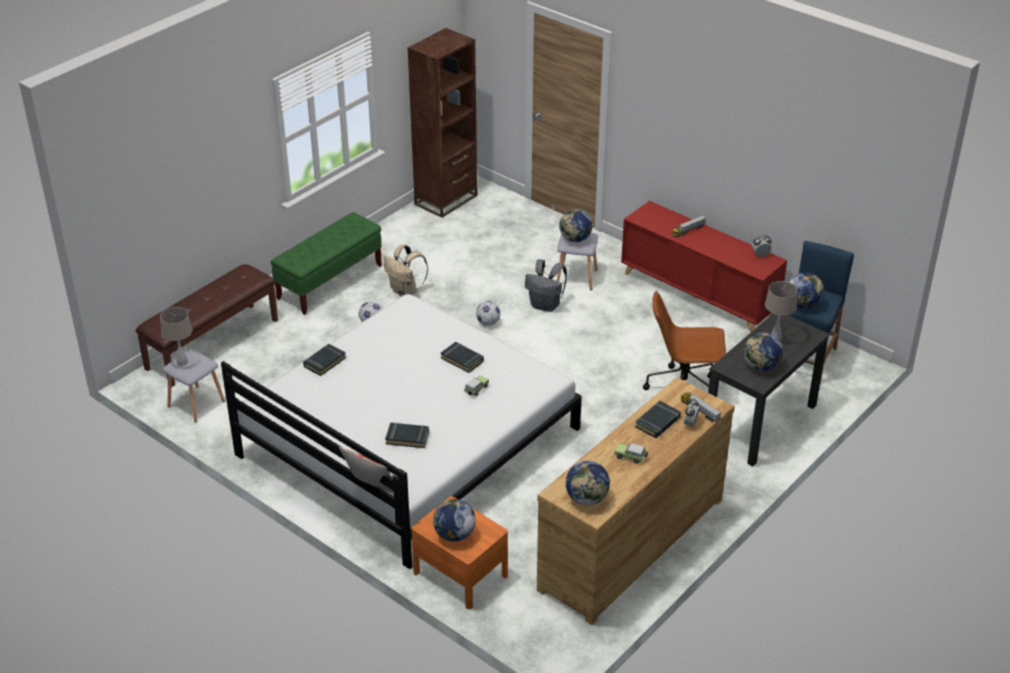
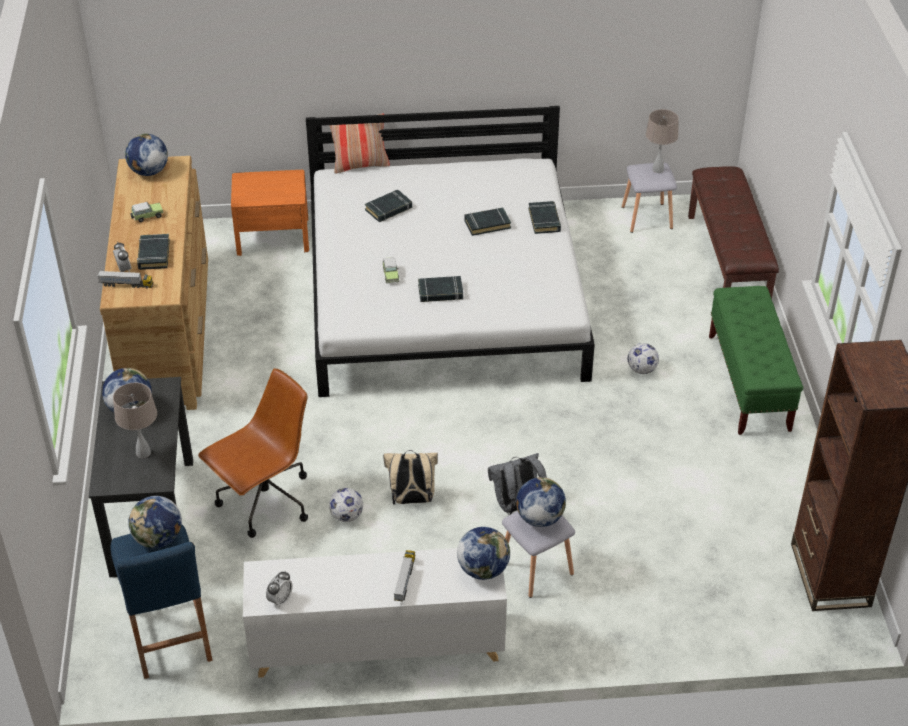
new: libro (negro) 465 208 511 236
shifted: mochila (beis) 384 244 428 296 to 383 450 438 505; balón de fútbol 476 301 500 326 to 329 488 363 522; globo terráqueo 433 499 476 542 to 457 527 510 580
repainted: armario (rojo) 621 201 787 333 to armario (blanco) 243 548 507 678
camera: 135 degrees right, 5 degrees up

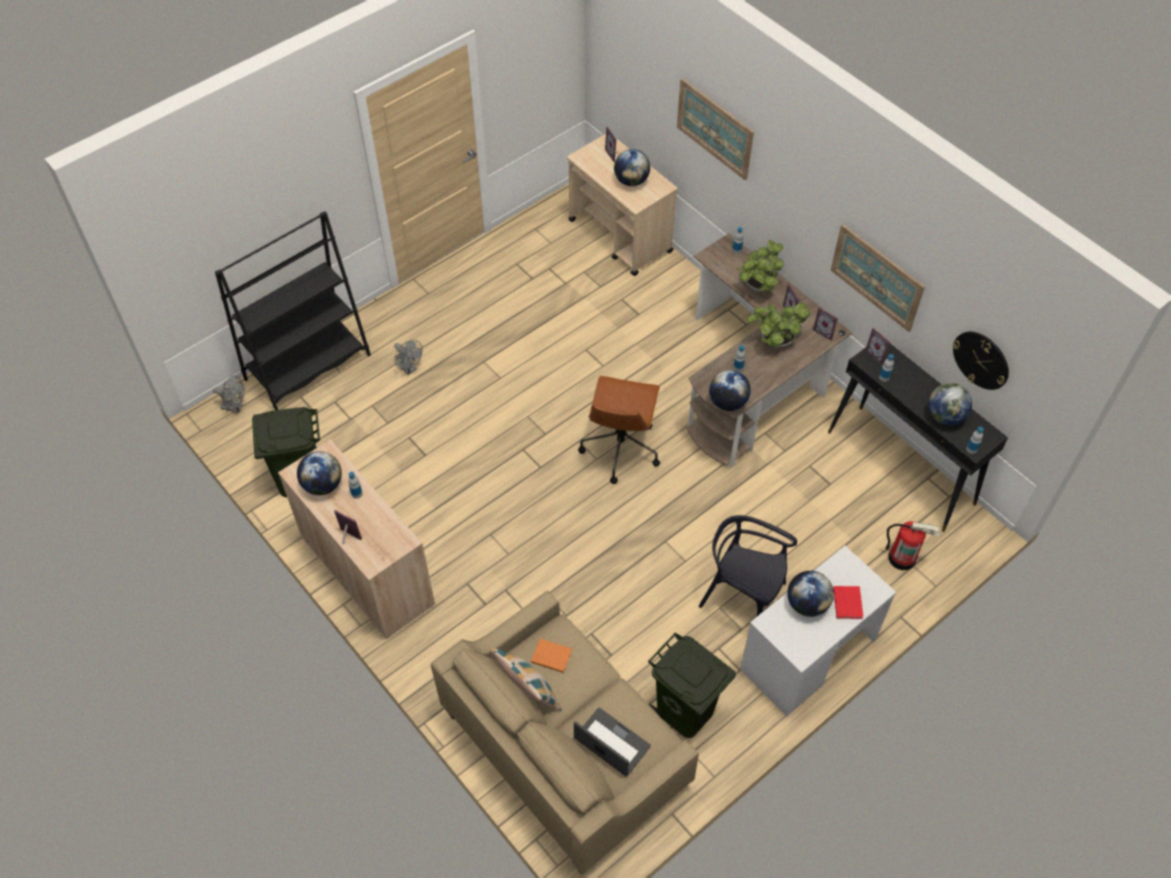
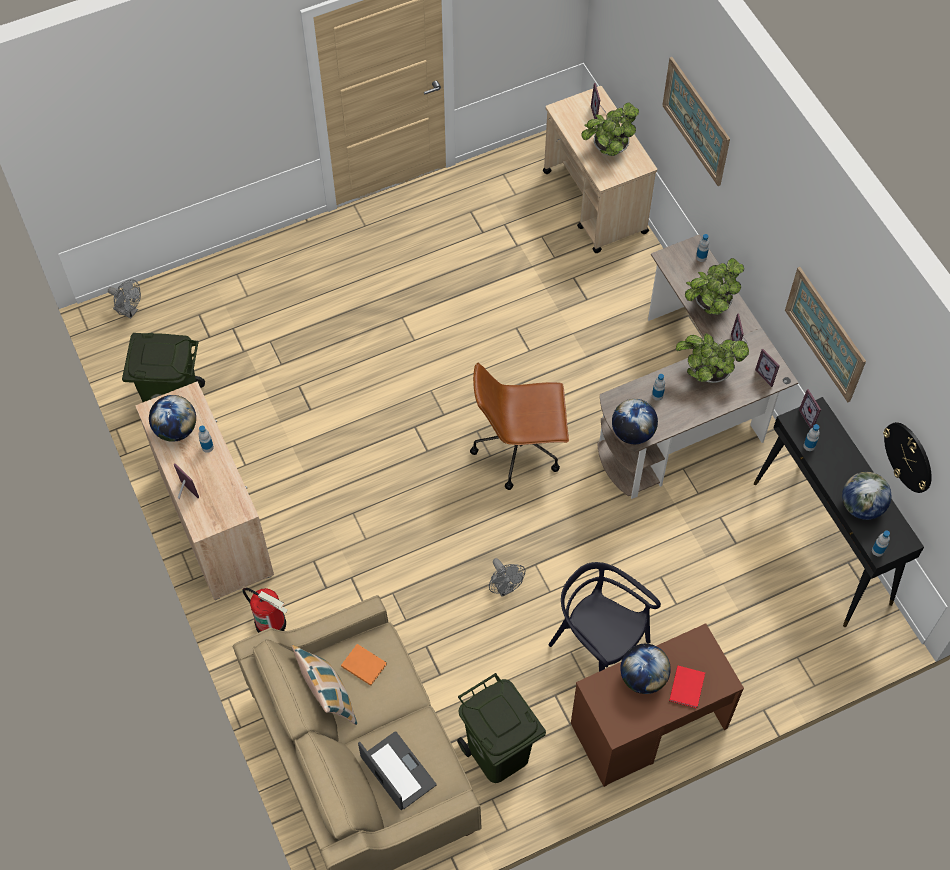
gone: estantería (negro) 215 211 371 411
shifted: ventilador (gris) 394 340 422 375 to 489 558 525 597; extintor 885 521 940 570 to 242 588 288 633
swapped: globo terráqueo 614 149 650 186 to planta en maceta 581 102 639 156
repainted: escritorio (blanco) 740 546 896 717 to escritorio (marrón) 571 623 744 787
rotated: silla de oficina (marrón) 578 376 660 484 = 470 363 569 490 60 degrees clockwise
camera: 15 degrees right, 5 degrees up

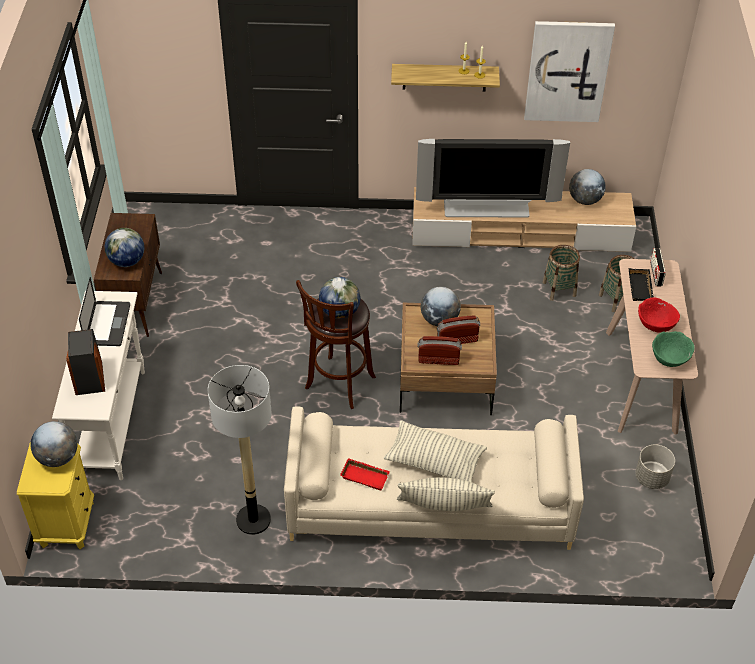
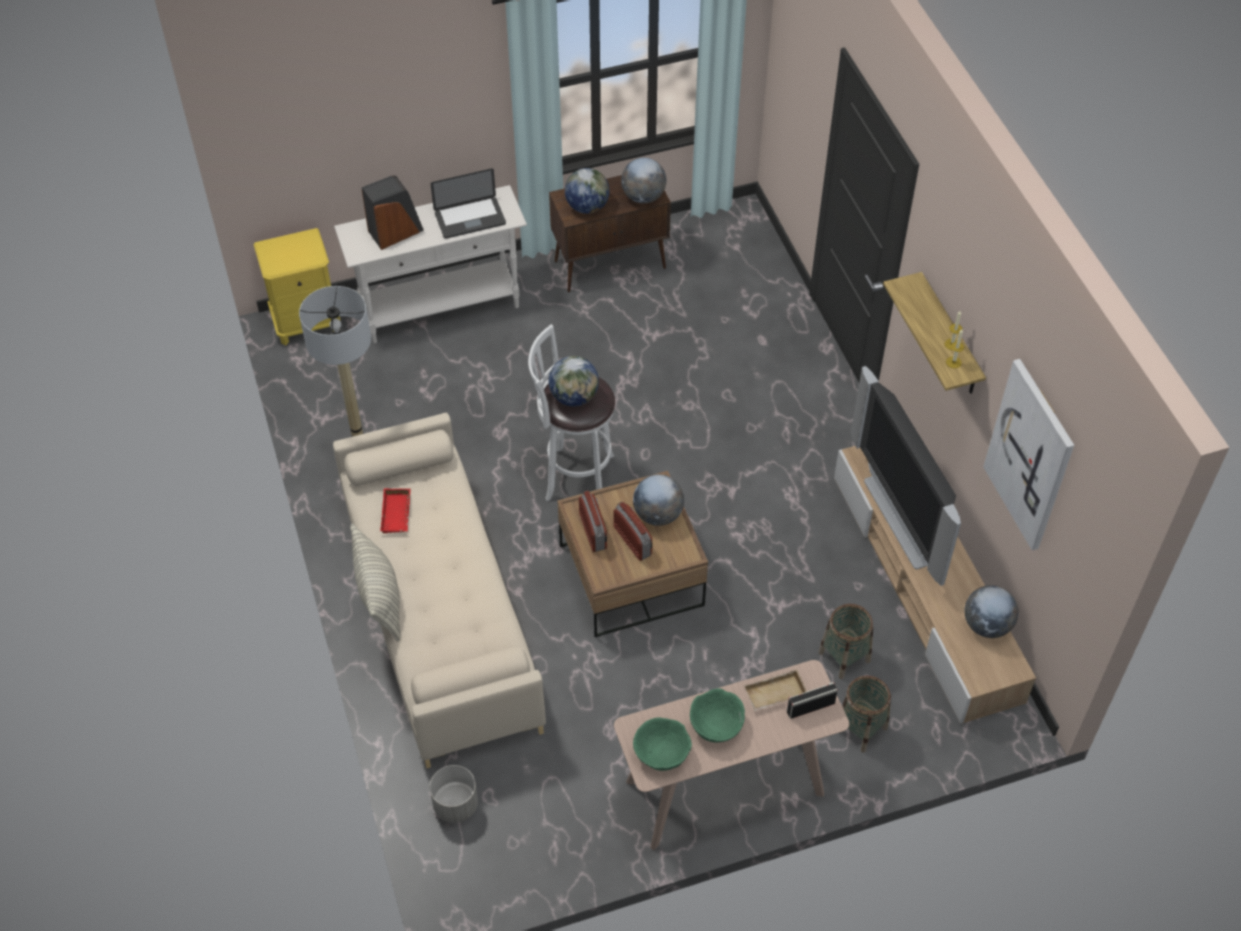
gone: cojín 383 420 487 482
shifted: globo terráqueo 30 421 78 467 to 621 158 666 203; maceta (gris) 636 445 675 489 to 430 765 478 823
repainted: bandeja (negro) 629 268 654 301 to bandeja (beis) 744 669 807 711; taburete (marrón) 296 280 376 409 to taburete (blanco) 528 324 615 501; cuenco (rojo) 638 297 680 333 to cuenco (verde) 690 688 745 743
camera: 70 degrees right, 5 degrees up

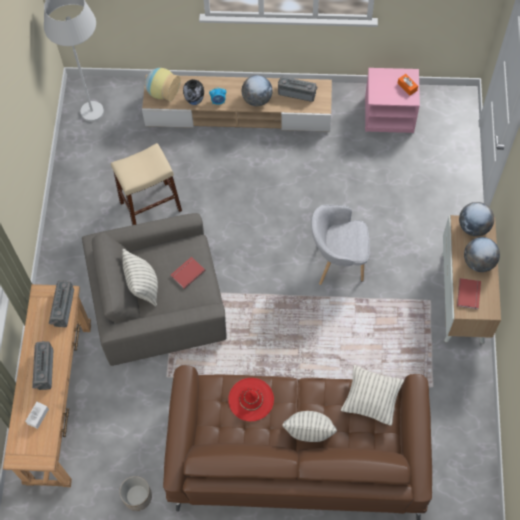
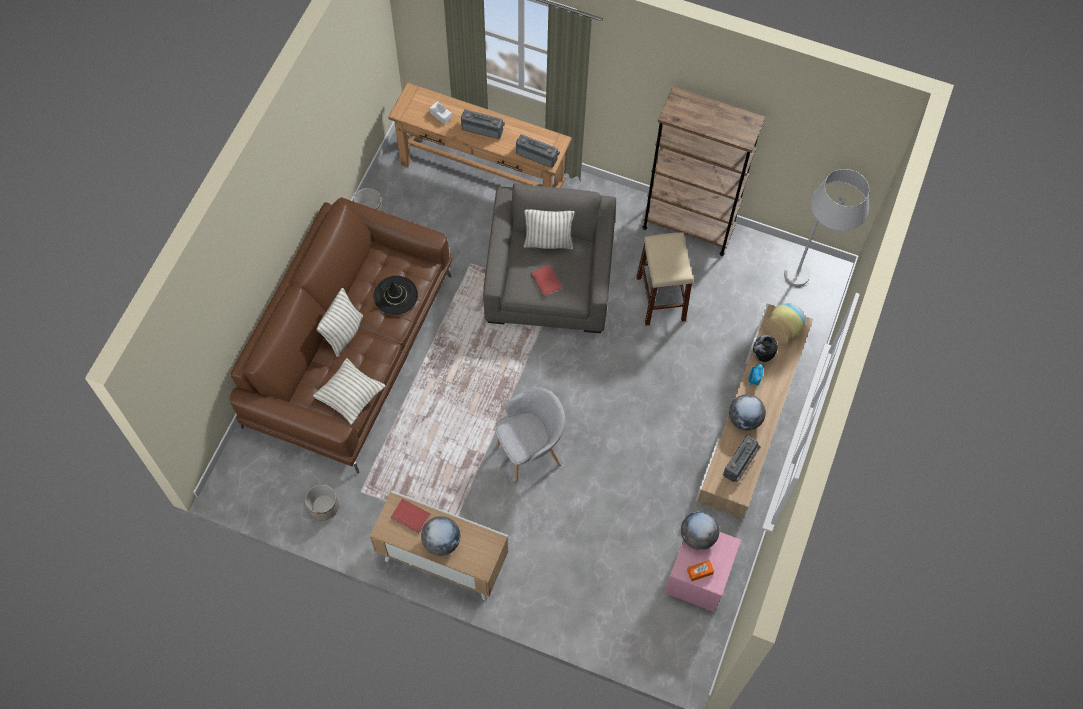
new: estantería (marrón) 642 87 765 256; maceta 305 484 339 521
shifted: globo terráqueo 459 202 494 237 to 681 511 720 550
repainted: sombrero (rojo) 228 378 274 421 to sombrero (negro) 373 276 418 315
rotated: sillón (gris) 311 205 370 285 = 495 387 565 482 45 degrees clockwise
camera: 105 degrees right, 0 degrees up

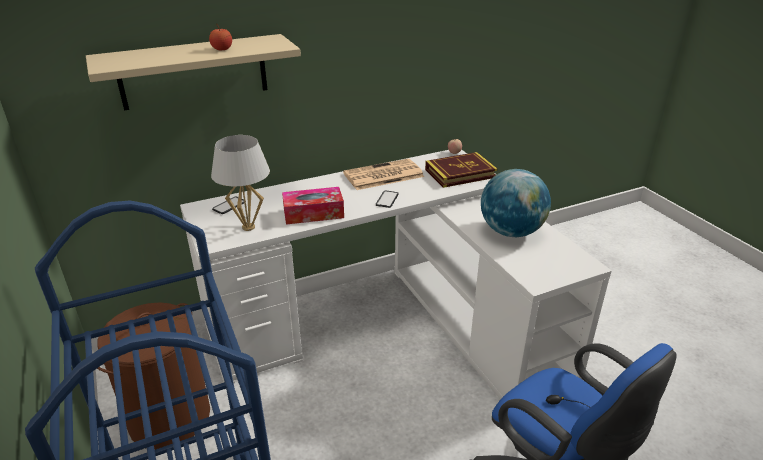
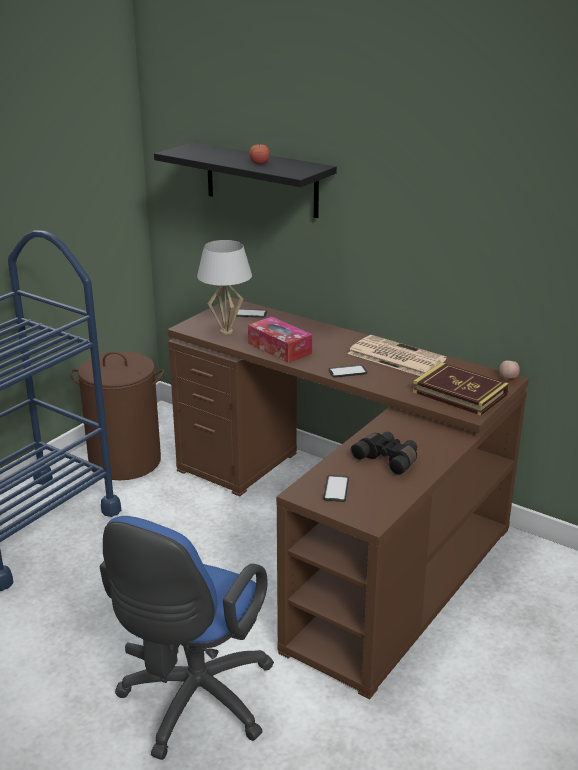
new: móvil 323 475 349 502
swapped: globo terráqueo 481 169 551 237 to prismáticos (negro) 351 432 417 475
repainted: estante (beis) 86 34 301 111 to estante (negro) 154 142 337 218; escritorio (blanco) 180 150 612 400 to escritorio (marrón) 168 298 529 700
camera: 60 degrees right, 5 degrees down

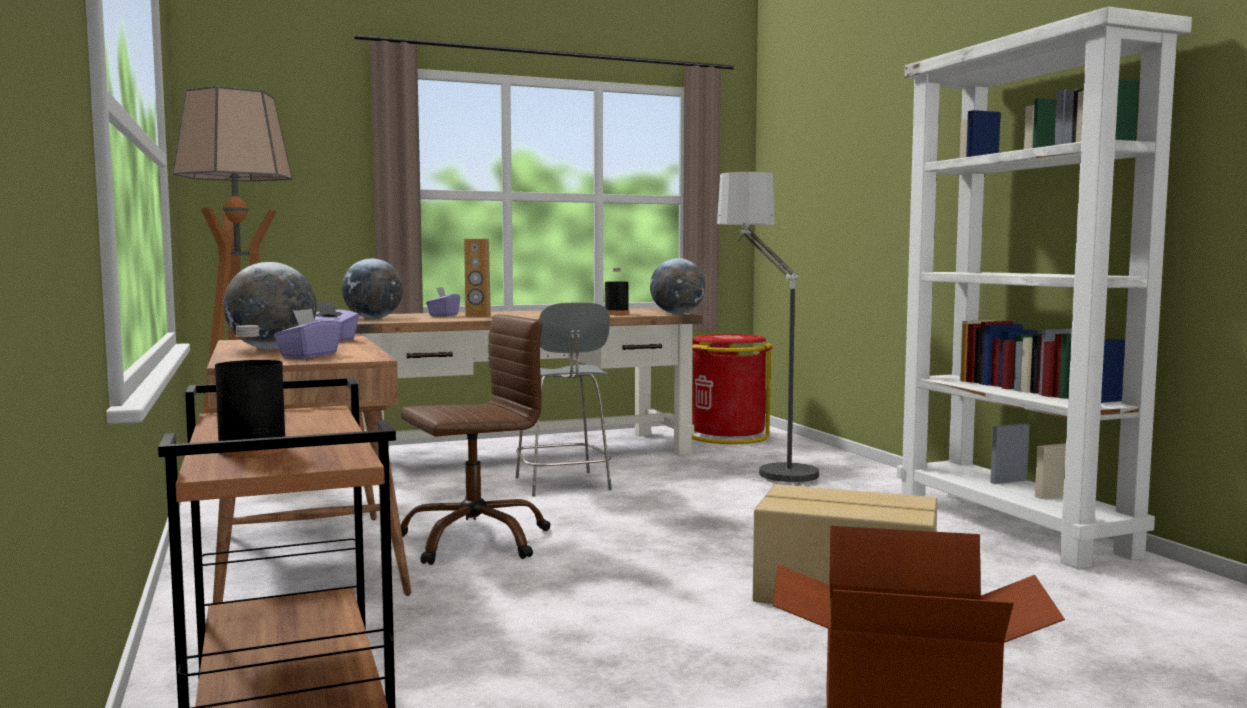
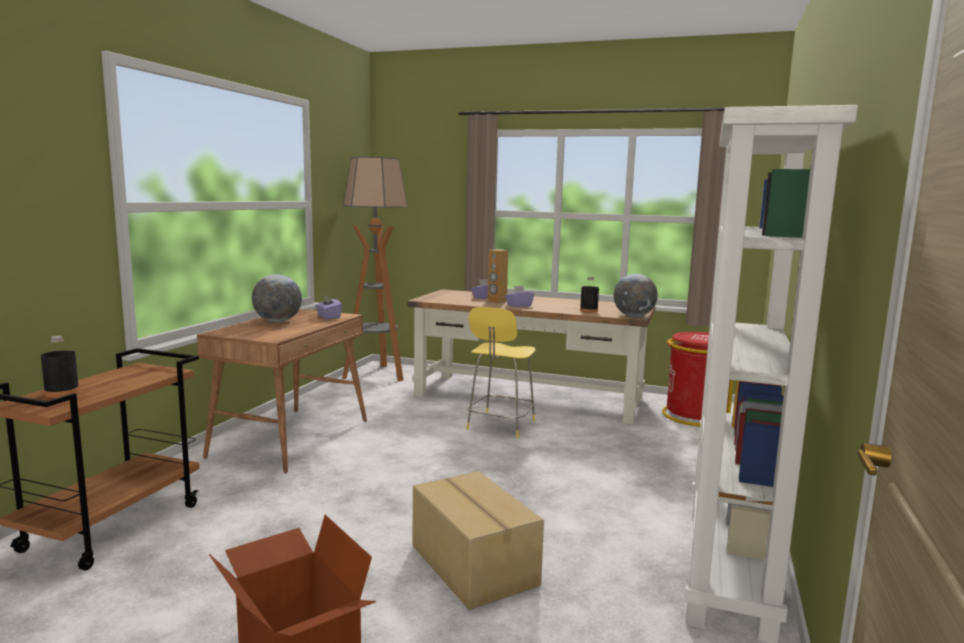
gone: lámpara de pie 717 172 819 486; globo terráqueo 341 259 403 318; silla de oficina (marrón) 401 315 551 565
shifted: caja de pañuelos (morado) 274 309 341 358 to 505 286 534 307
repainted: taburete (gris) 516 302 612 496 to taburete (amarillo) 466 307 535 439
camera: 40 degrees right, 5 degrees up

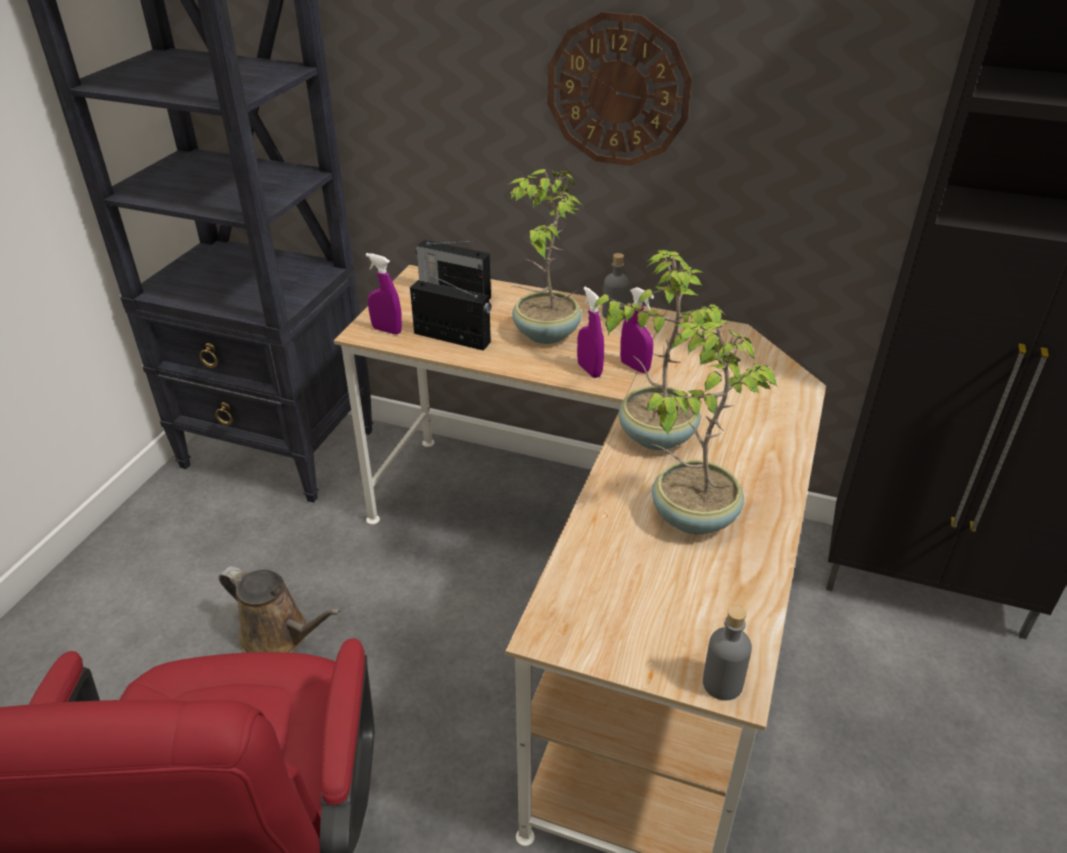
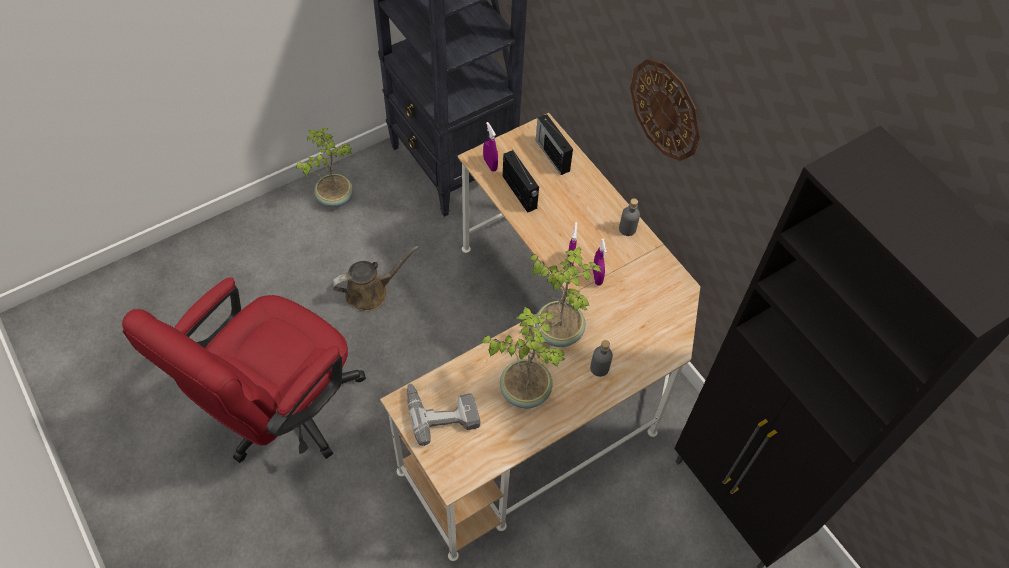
new: taladro 407 383 480 446
shifted: planta en maceta 509 169 583 344 to 296 128 353 207; botella (gris) 703 605 752 700 to 590 340 613 377
rotated: regadera (marrón) 219 566 341 653 = 332 246 419 311 90 degrees counterclockwise
camera: 35 degrees right, 20 degrees up

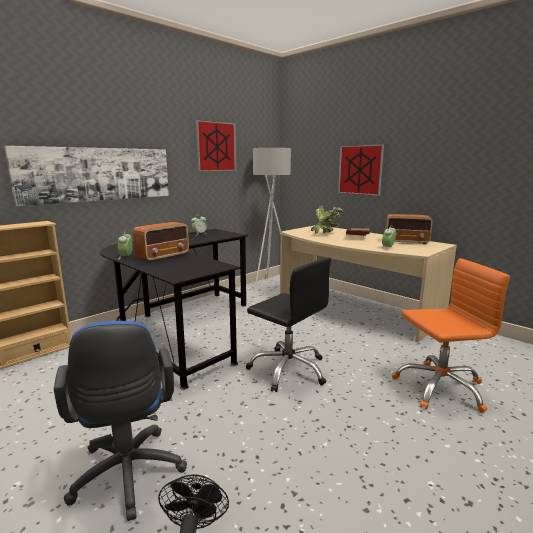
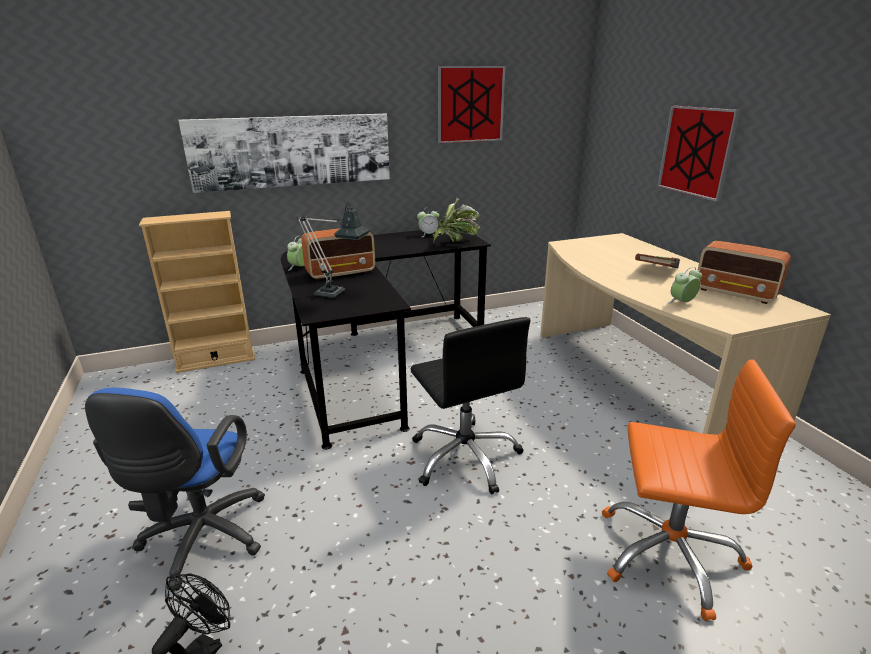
gone: lámpara de pie (blanco) 238 148 291 290
new: lámpara de mesa 297 202 369 298
shifted: planta en maceta 311 204 343 234 to 433 196 480 242
camera: 25 degrees right, 10 degrees up

